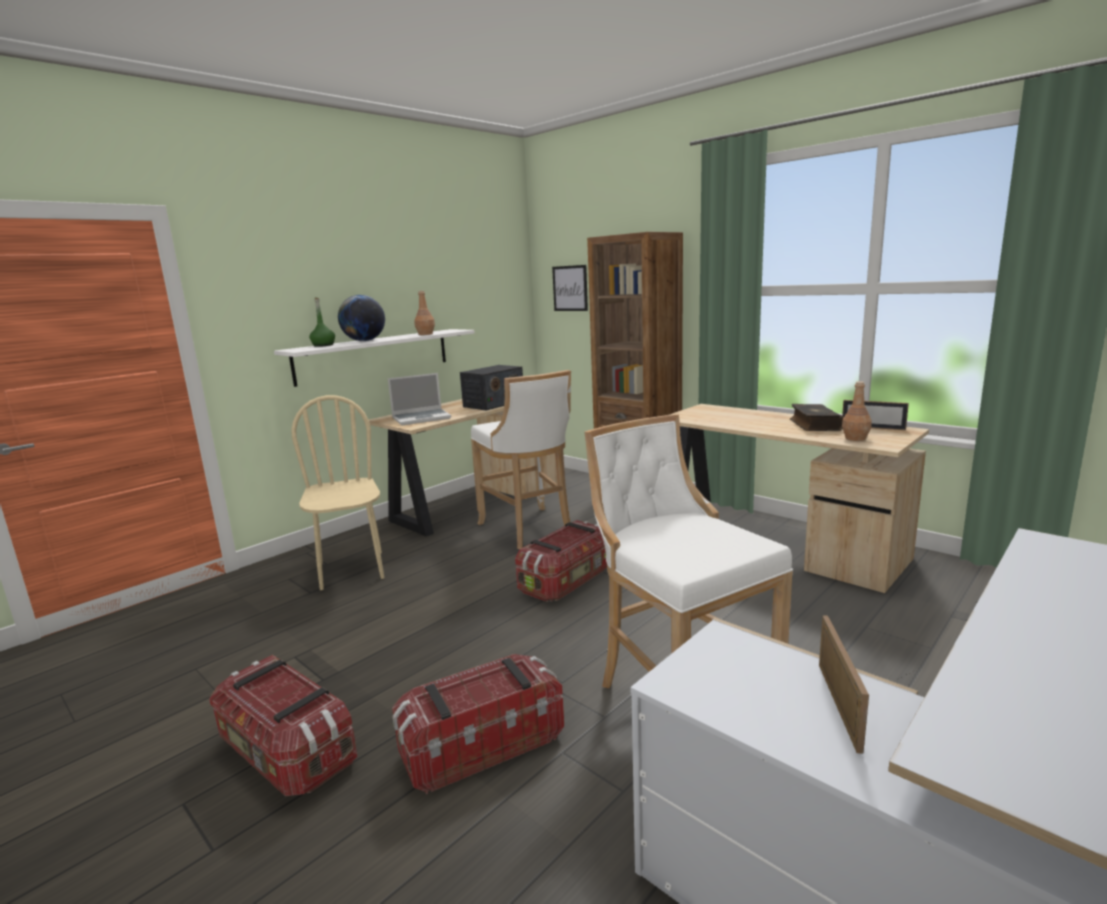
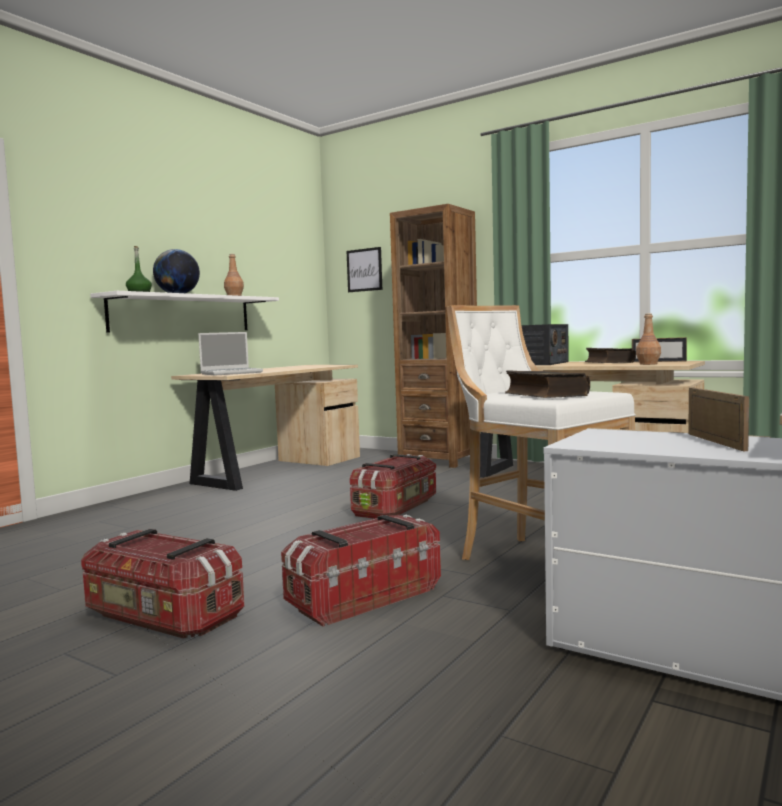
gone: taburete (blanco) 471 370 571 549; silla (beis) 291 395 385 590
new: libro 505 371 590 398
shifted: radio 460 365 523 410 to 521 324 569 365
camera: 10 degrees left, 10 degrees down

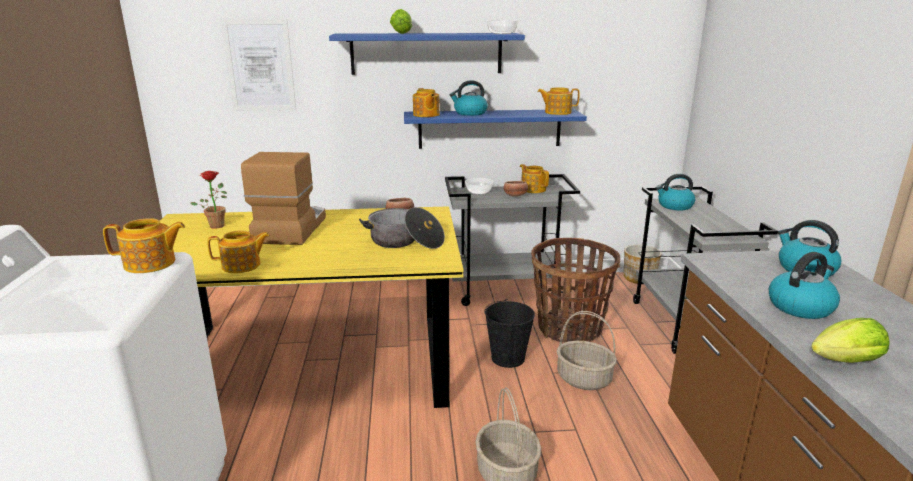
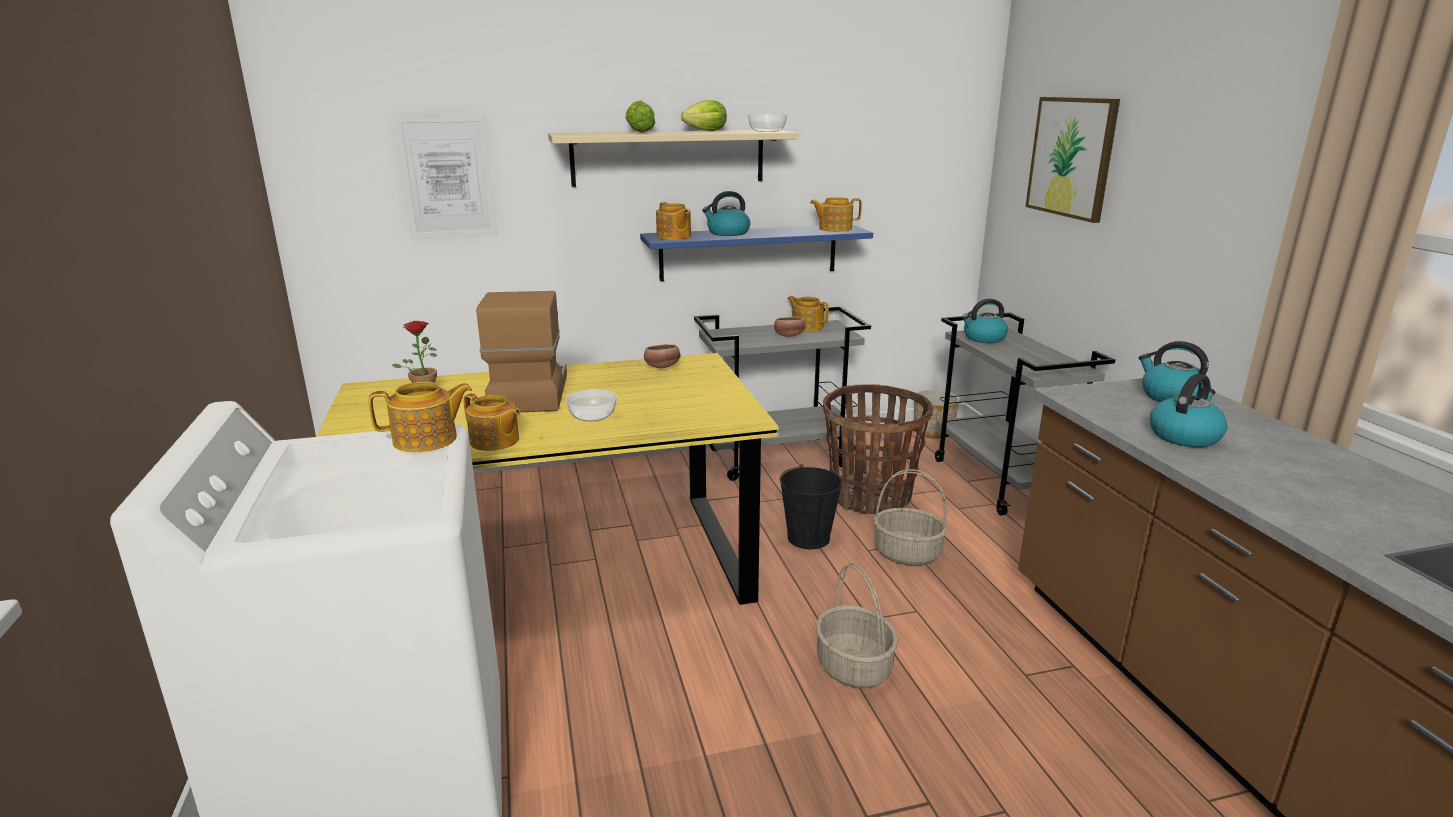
gone: olla 359 207 445 249
new: cuadro 1025 97 1120 223
shifted: cuenco 465 178 493 195 to 566 389 617 422; lechuga 811 318 890 363 to 681 100 727 131
repainted: estante (azul) 329 33 525 75 to estante (beis) 548 130 799 187
rotated: tetera 207 230 270 273 = 463 393 521 451 60 degrees clockwise
camera: 10 degrees left, 0 degrees up

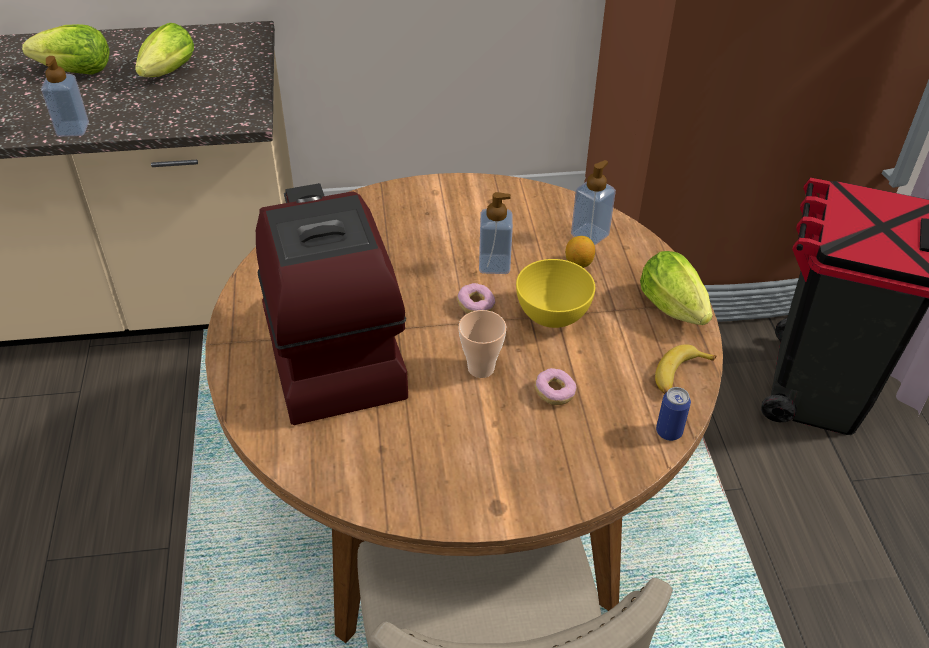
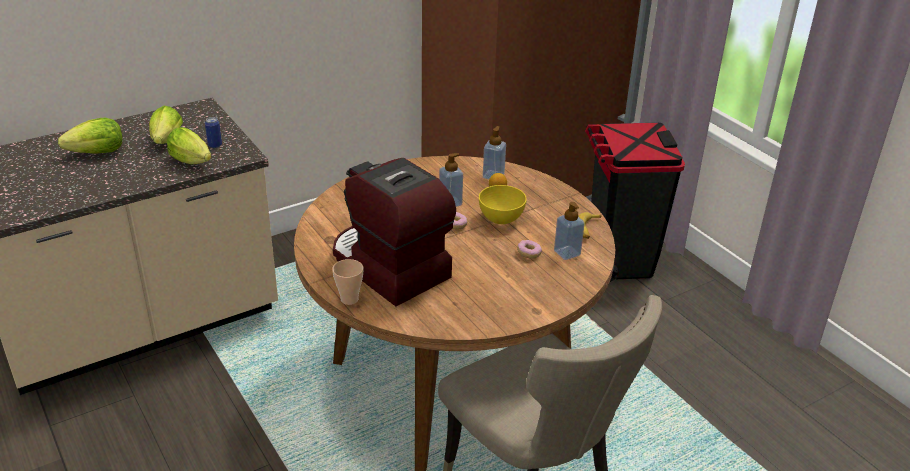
shifted: dispensador de jabón 41 56 89 137 to 554 202 585 260; lechuga 640 251 713 325 to 167 127 211 164; taza 458 310 506 378 to 332 259 364 305; lata 656 387 691 441 to 205 117 222 148
camera: 25 degrees left, 10 degrees down

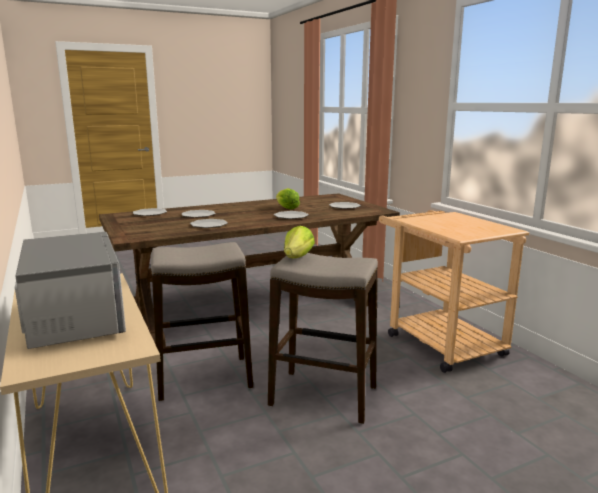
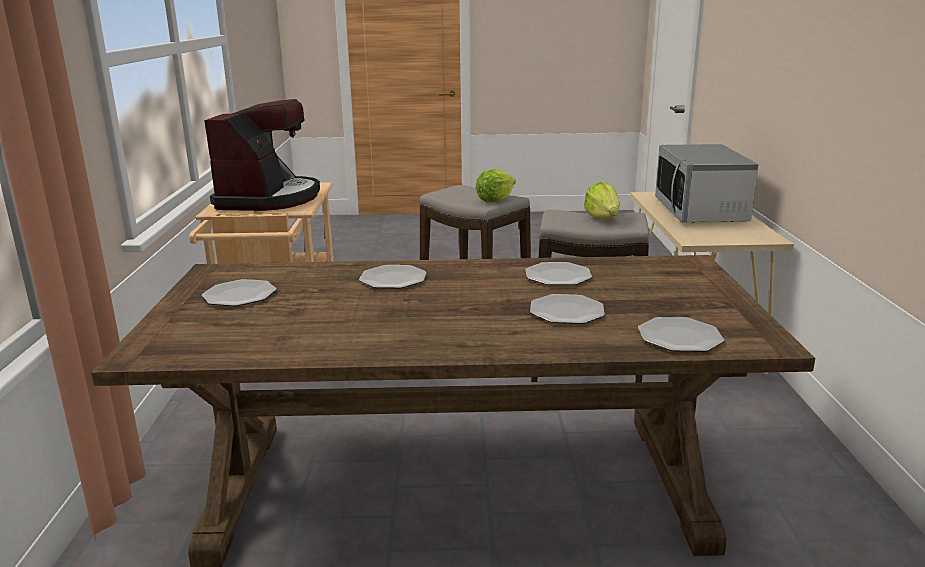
new: cafetera 204 99 320 211
shifted: lechuga 276 188 300 209 to 584 182 620 219
camera: 155 degrees left, 5 degrees up

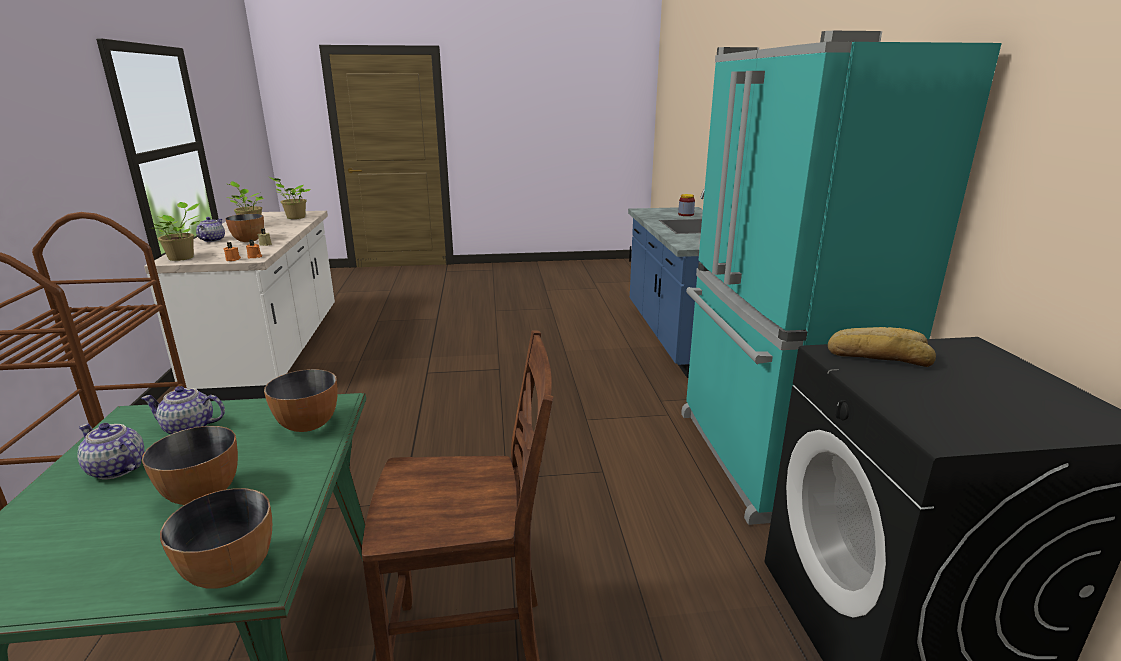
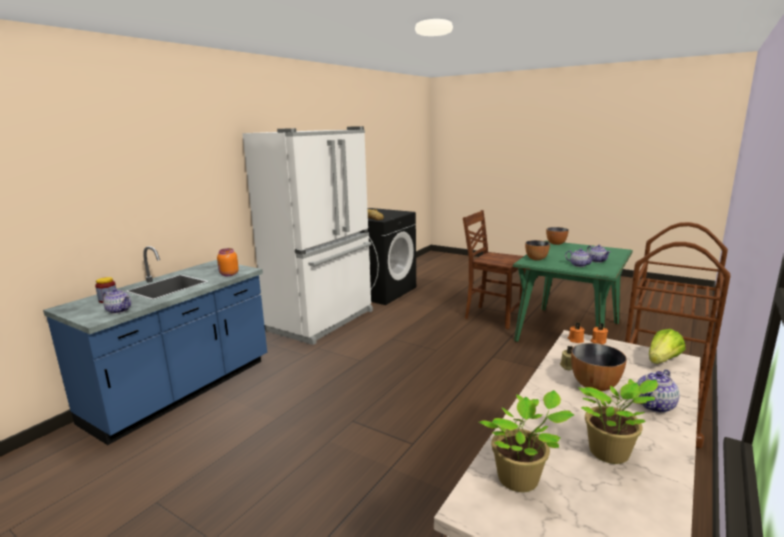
gone: cuenco 142 426 238 505
new: tarro (naranja) 217 248 239 276; tetera 103 289 131 314
swapped: planta en maceta 150 202 200 261 to lechuga 649 329 685 364
repainted: nevera (turquesa) 681 31 1002 525 to nevera (blanco) 242 126 373 345
camera: 140 degrees left, 5 degrees down

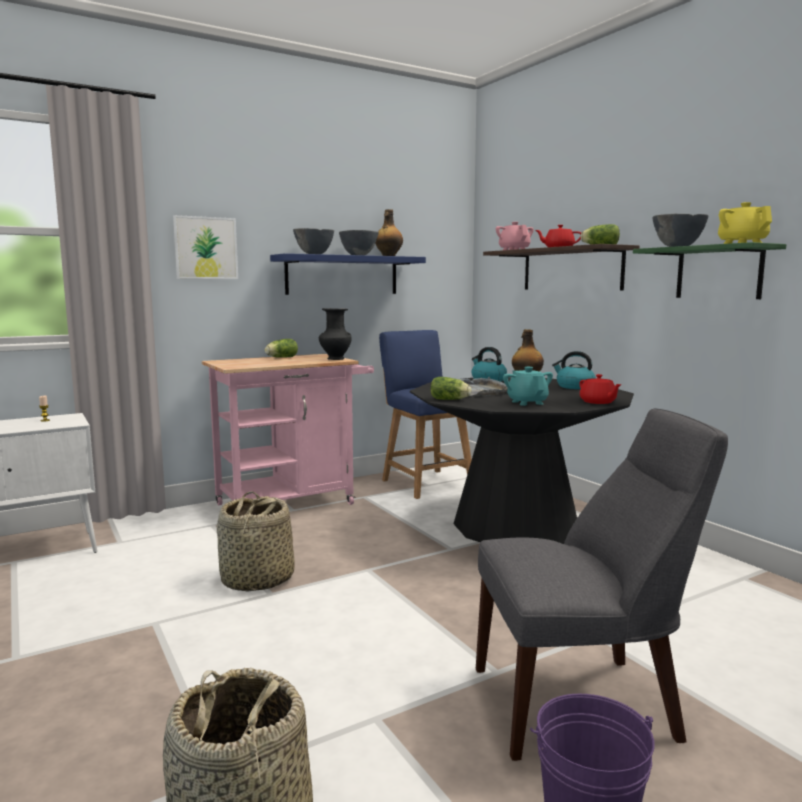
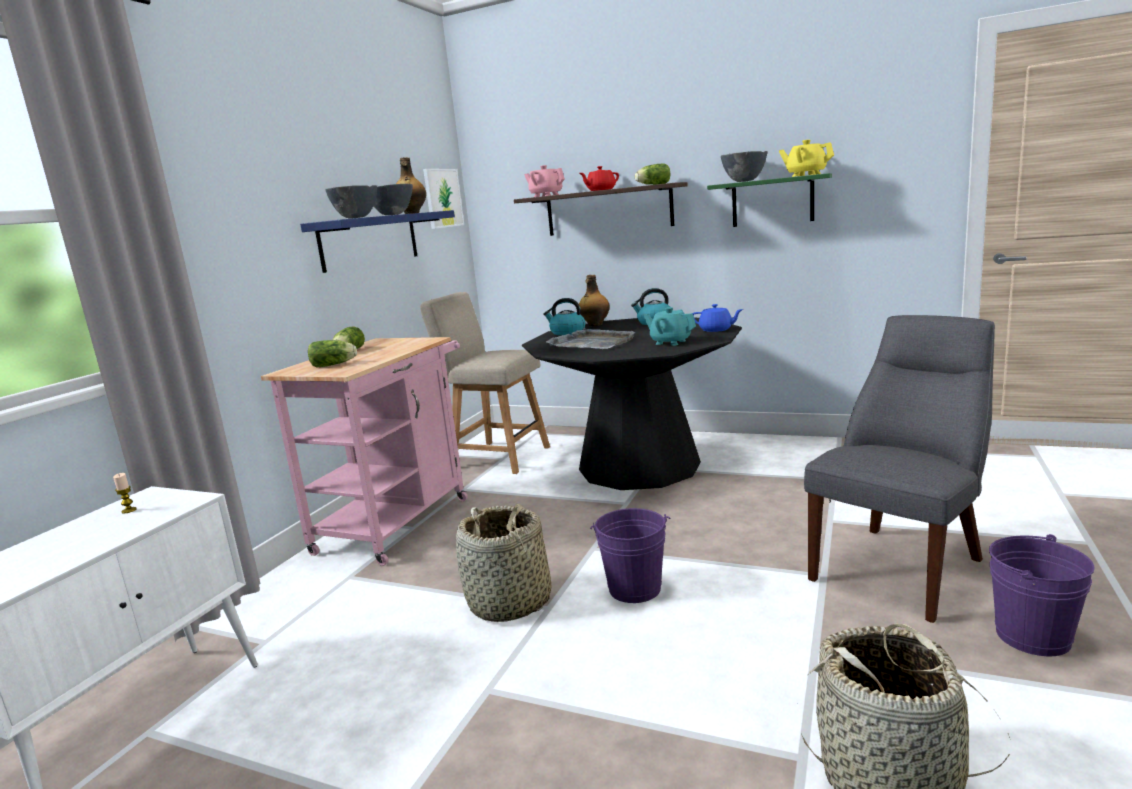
gone: florero (negro) 319 308 352 360
new: cubo (morado) 590 508 670 603
shifted: cuadro 173 215 238 279 to 423 169 464 229; lechuga 431 377 471 400 to 308 340 357 368
repainted: silla (azul) 379 330 472 499 to silla (beis) 420 292 550 474; tetera (rojo) 579 374 622 404 to tetera (azul) 693 304 743 332
camera: 35 degrees left, 5 degrees up

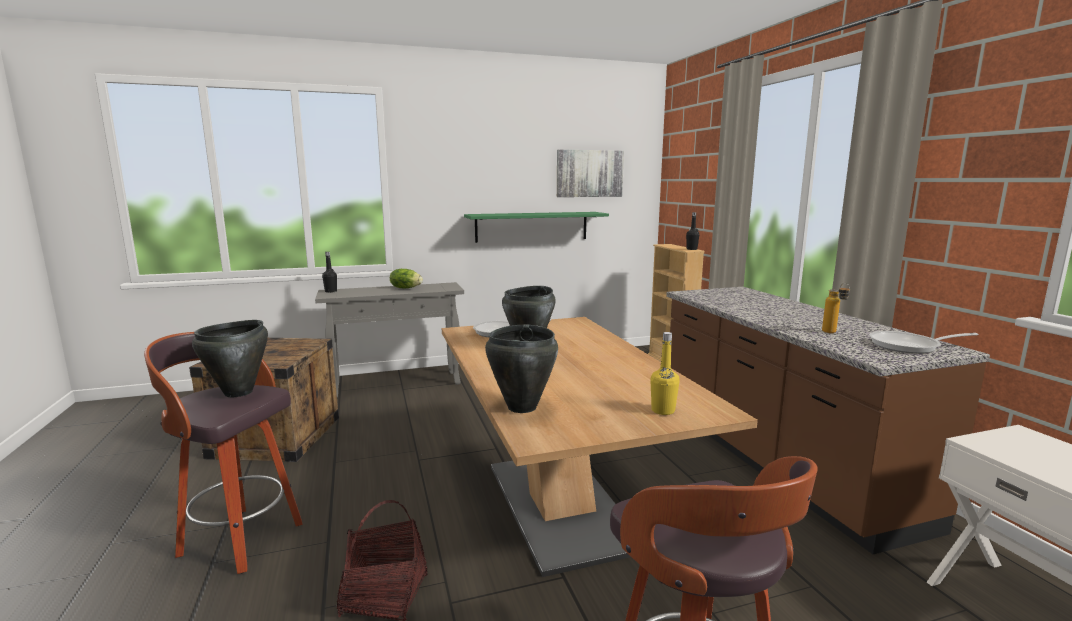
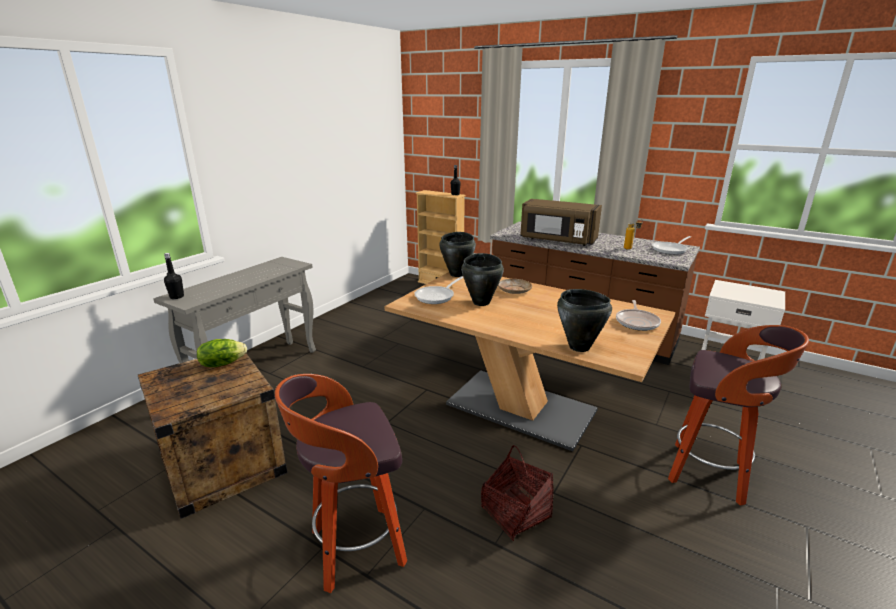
gone: cuadro 557 150 624 197; estante (verde) 464 212 609 243
new: microondas (marrón) 520 199 602 246; plato (beis) 498 279 532 294
shifted: lechuga 390 269 423 288 to 197 339 247 367; olla (negro) 192 320 268 397 to 439 232 476 277
swapped: botella (amarillo) 650 332 680 415 to sartén 616 300 661 331
camera: 40 degrees left, 10 degrees up

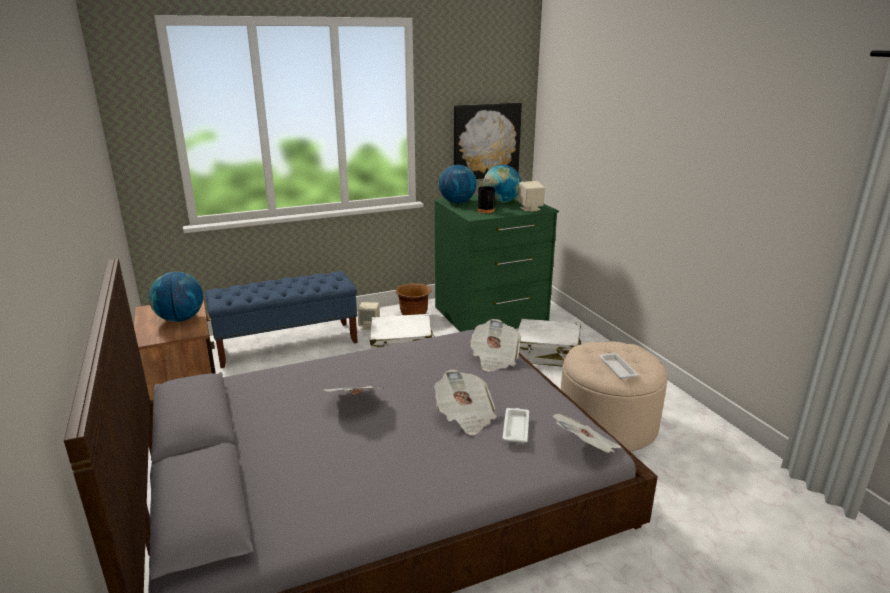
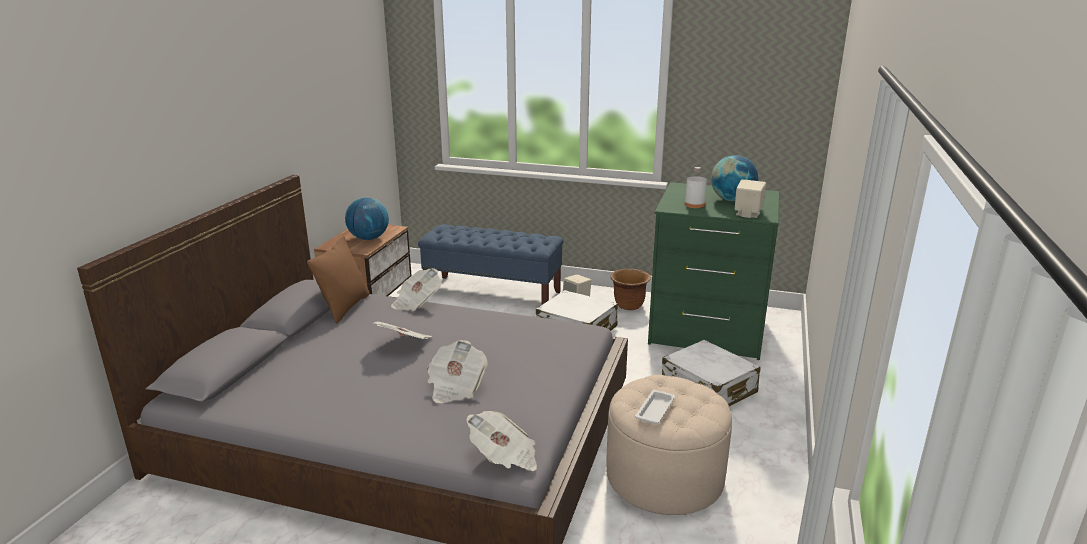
gone: cuadro 454 103 522 179; globo terráqueo 439 165 477 203; bandeja (blanco) 502 408 529 443
new: cojín (marrón) 307 236 370 324
shifted: periódico 469 319 521 371 to 391 268 442 311
repainted: botella (negro) 478 178 495 213 to botella (blanco) 685 167 707 208
camera: 40 degrees right, 0 degrees up

